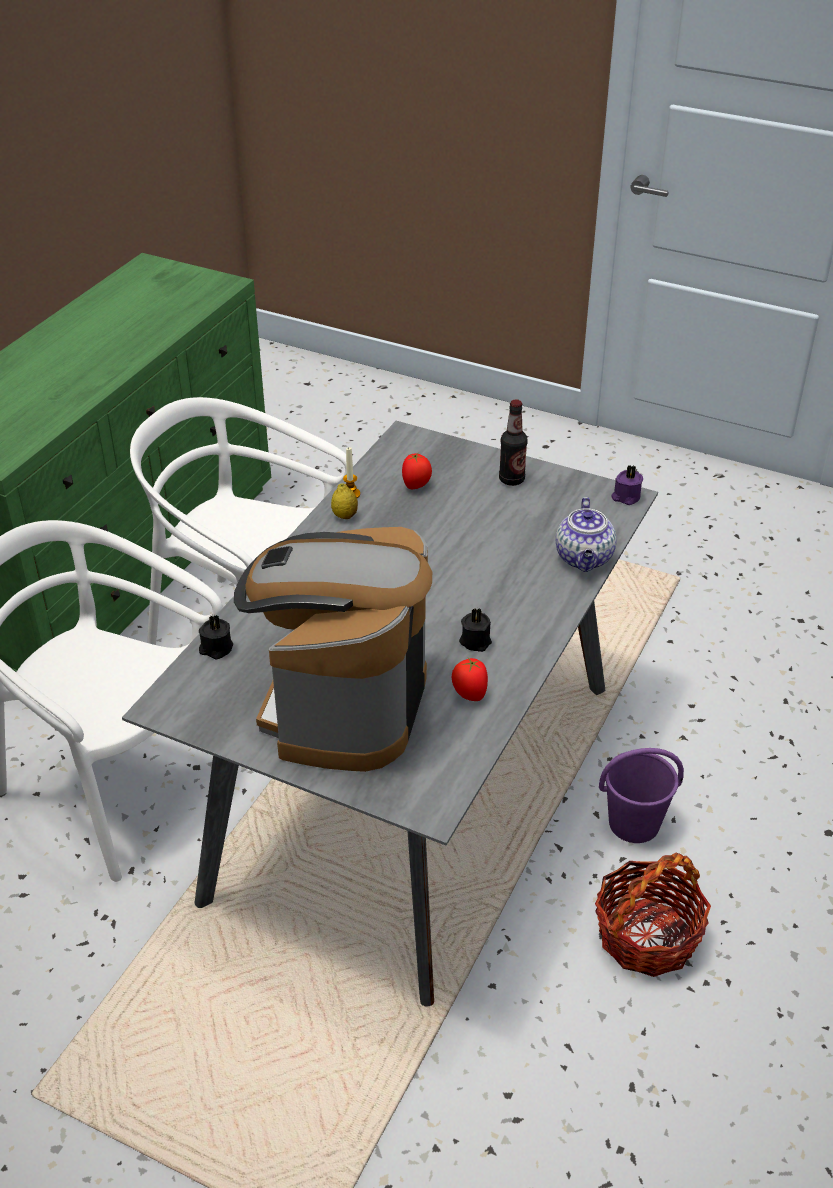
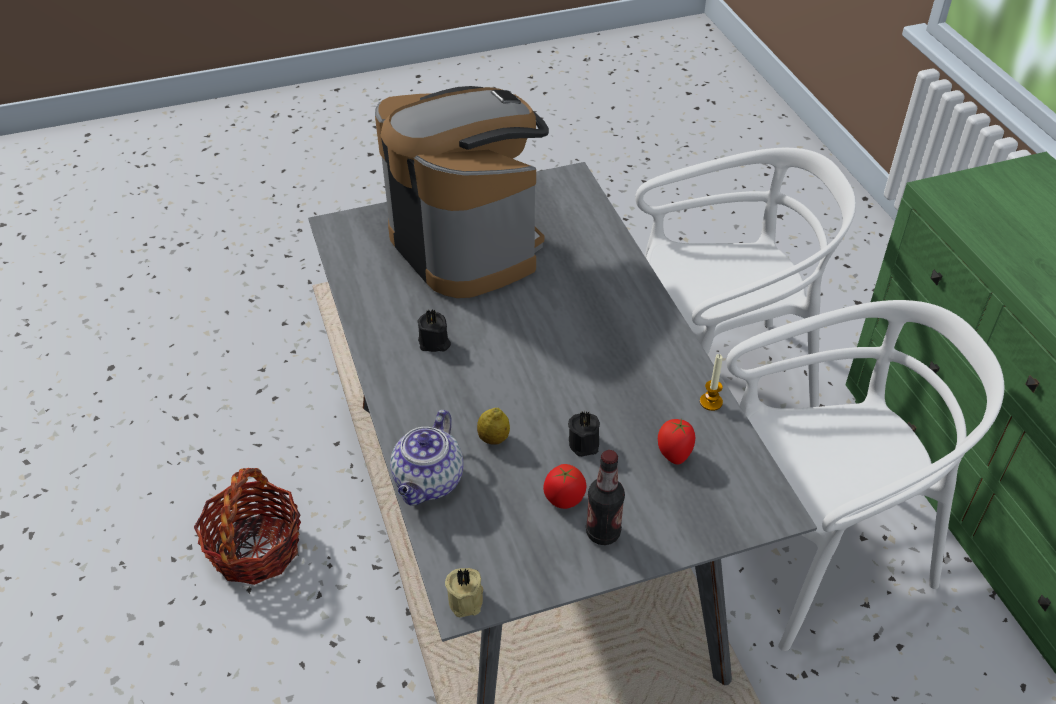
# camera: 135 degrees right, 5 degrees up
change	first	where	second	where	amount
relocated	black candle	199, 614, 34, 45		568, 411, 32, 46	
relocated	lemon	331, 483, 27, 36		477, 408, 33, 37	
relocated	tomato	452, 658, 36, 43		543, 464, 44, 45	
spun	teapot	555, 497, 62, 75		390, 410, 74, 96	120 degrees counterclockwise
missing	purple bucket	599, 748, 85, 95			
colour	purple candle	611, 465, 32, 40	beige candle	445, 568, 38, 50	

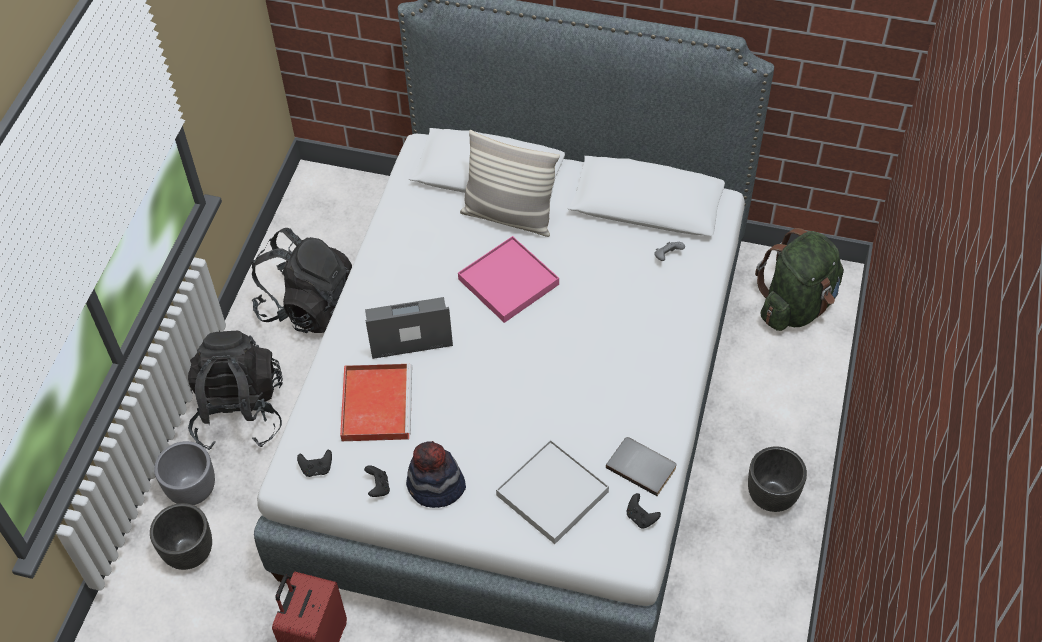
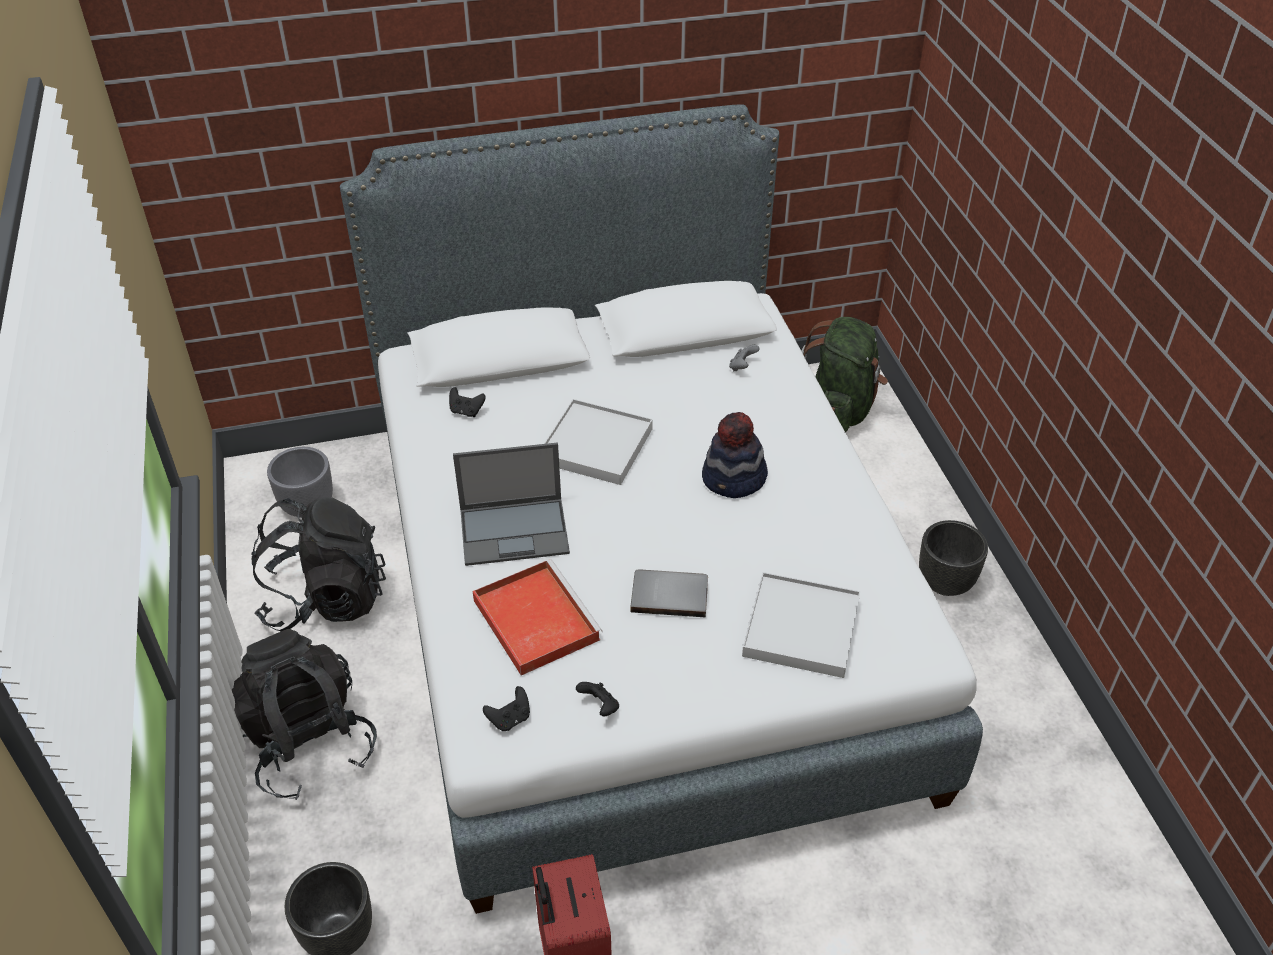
# camera: 30 degrees left, 10 degrees down
change	first	where	second	where	amount
relocated	grey planter	154, 441, 61, 64		267, 447, 66, 71	
spun	laptop	365, 297, 88, 62		453, 442, 117, 124	150 degrees counterclockwise
relocated	hat	406, 441, 60, 67		702, 412, 66, 86	
colour	pink tray	458, 236, 101, 87	white tray	544, 399, 109, 86	
missing	pillow	460, 130, 100, 107			
relocated	grey book	606, 437, 71, 59		630, 569, 78, 48	
relocated	black game controller	627, 493, 34, 36		449, 387, 37, 30	

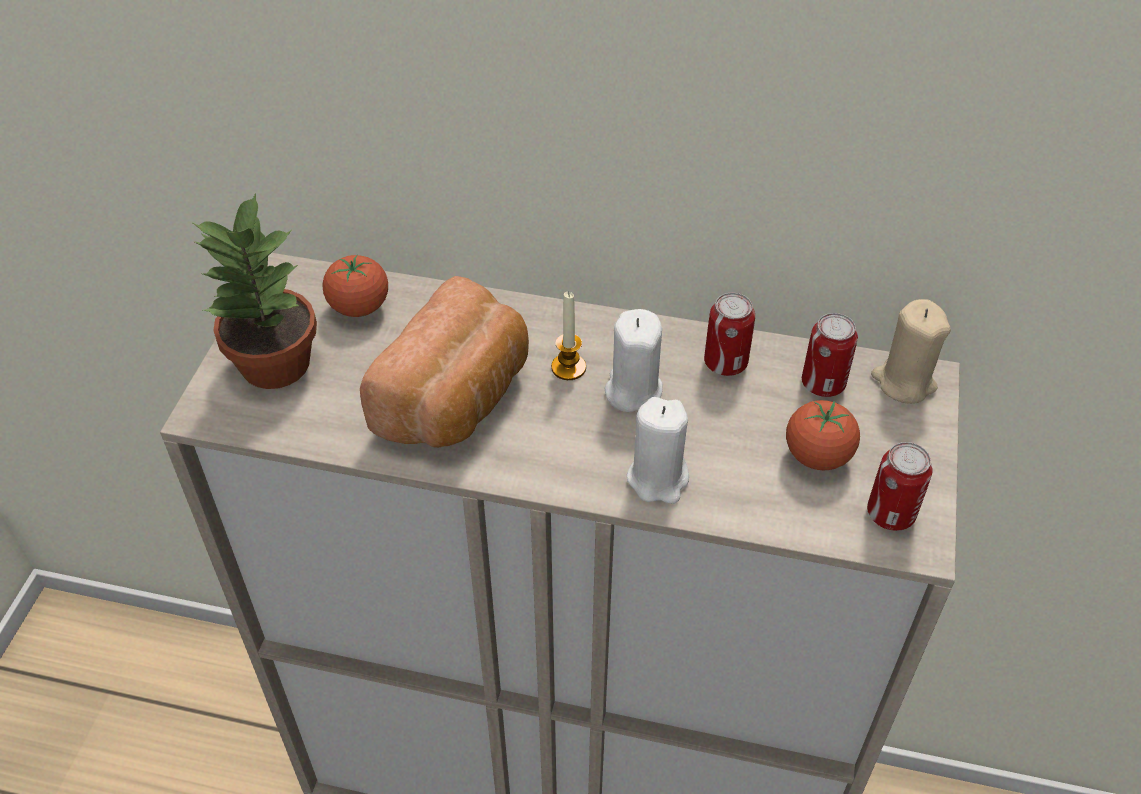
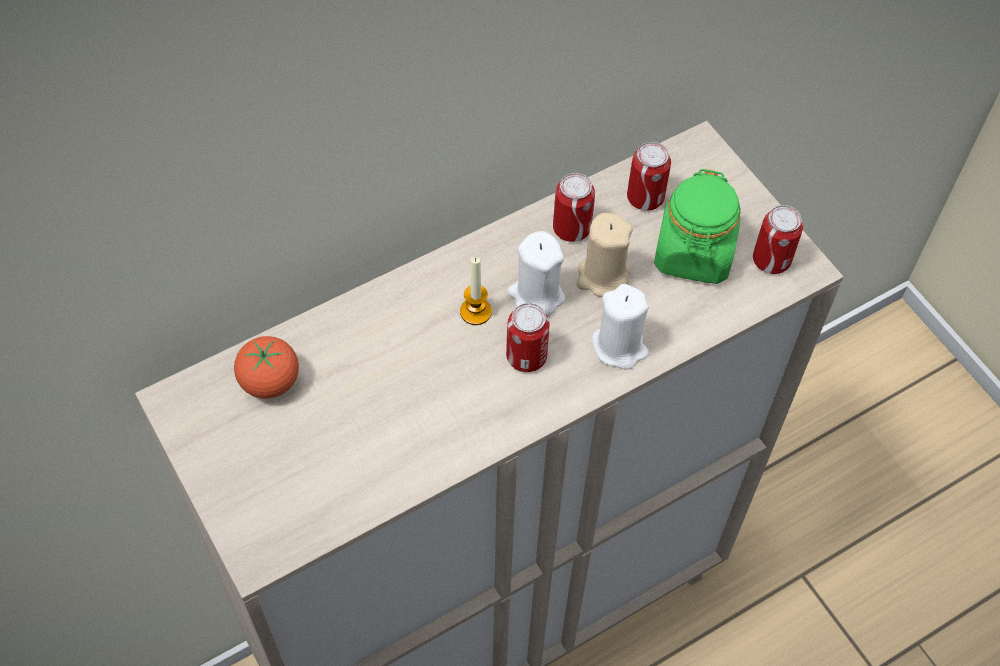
# camera: 45 degrees left, 10 degrees up
change	first	where	second	where	amount
missing	potted plant	193, 193, 124, 196			
missing	bread	360, 276, 169, 172			
exchanged	tomato	786, 400, 74, 70	green jar	654, 169, 87, 115	
relocated	beige candle	871, 299, 80, 105		576, 213, 57, 84	
appeared			can	506, 303, 43, 69	

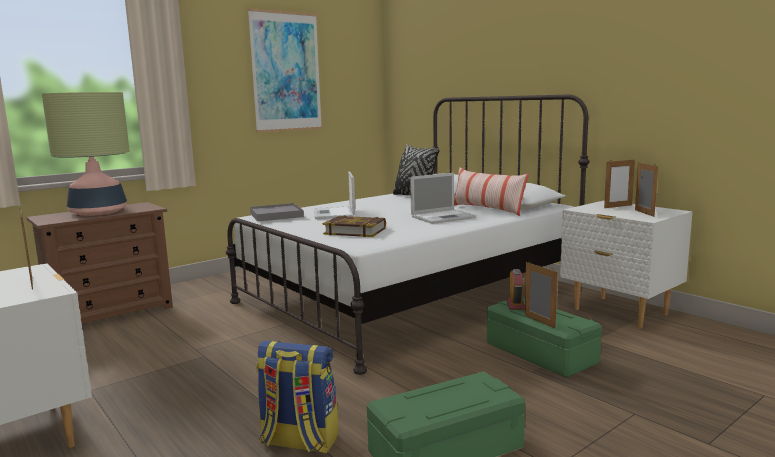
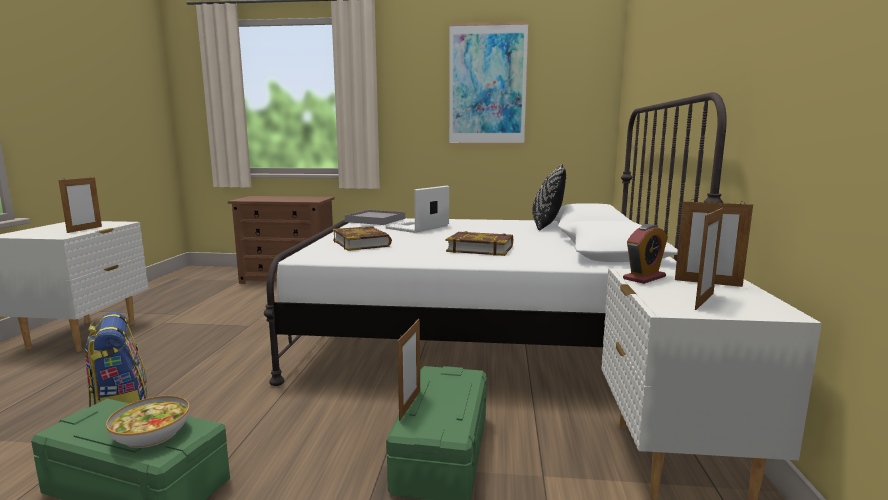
# camera: 45 degrees right, 0 degrees up
change	first	where	second	where	amount
missing	table lamp	42, 92, 88, 124			
exchanged	laptop	410, 173, 66, 51	book	446, 231, 67, 25	
missing	pillow	454, 168, 75, 48			
relocated	alarm clock	506, 269, 19, 41		623, 224, 45, 60	
appeared			bowl	106, 396, 84, 52	

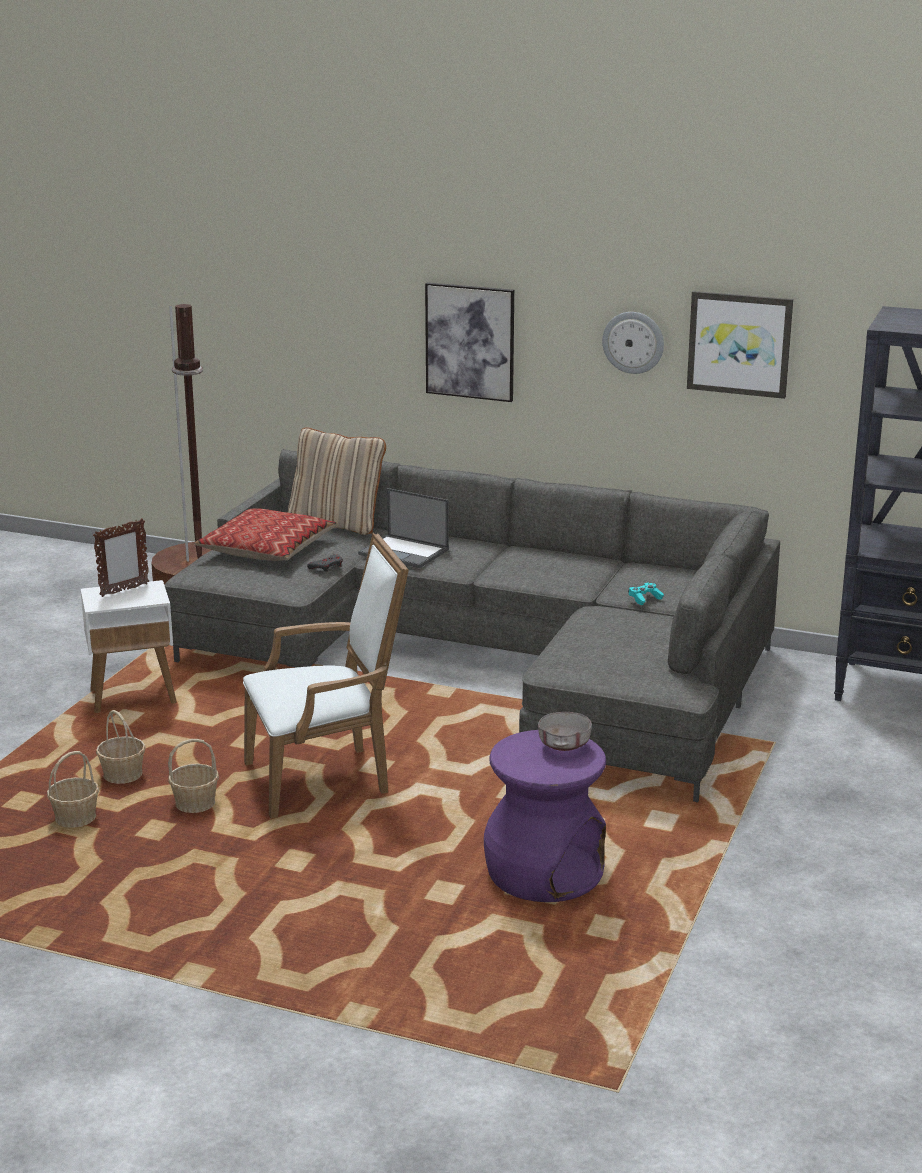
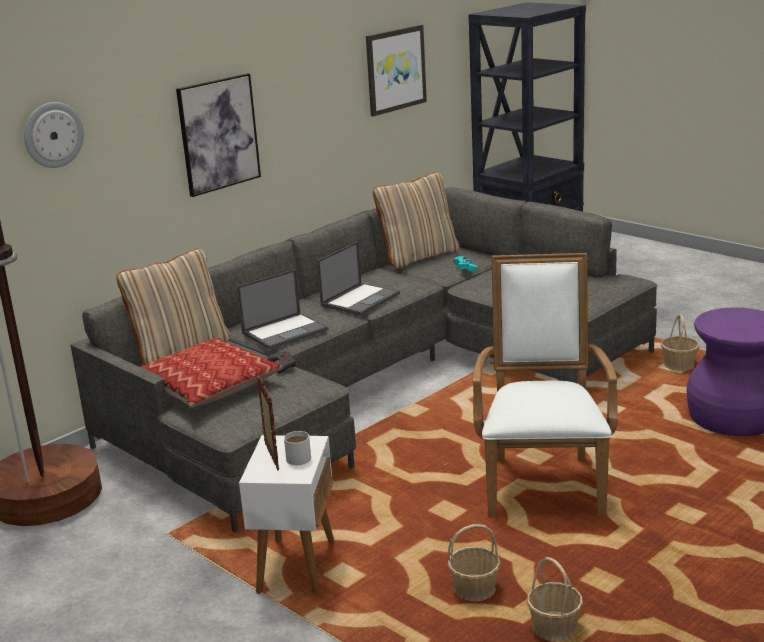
# camera: 65 degrees left, 0 degrees up
change	first	where	second	where	amount
relocated	basket	168, 739, 51, 74		661, 314, 38, 57	
missing	grey bowl	538, 712, 54, 39			
relocated	wall clock	602, 312, 62, 62		24, 102, 60, 66	
appeared			white mug	284, 431, 27, 34	
appeared			laptop	317, 241, 83, 74	
appeared			beige pillow	373, 172, 86, 97	

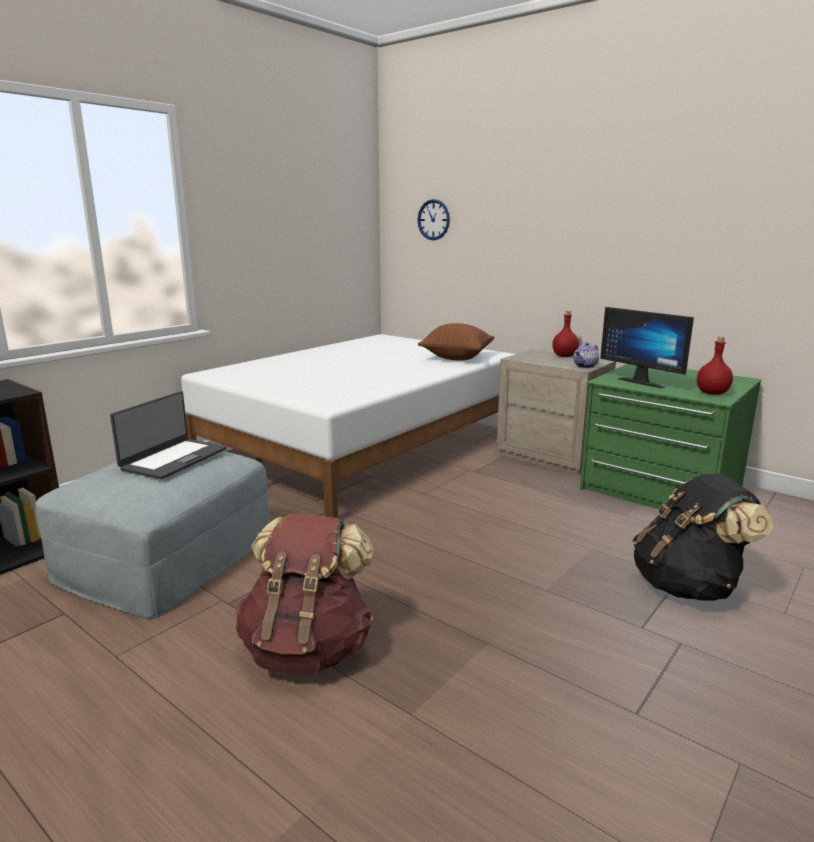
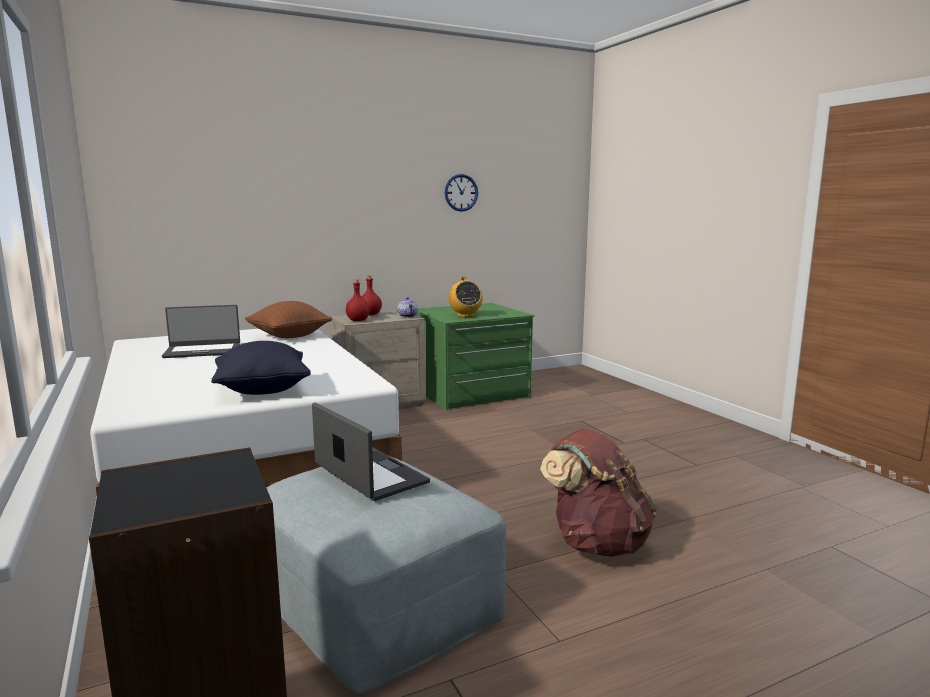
# camera: 65 degrees left, 5 degrees down
change	first	where	second	where	amount
relocated	wall clock	418, 199, 32, 41		445, 174, 33, 38	
exchanged	monitor	600, 307, 94, 81	radio	449, 276, 34, 41	
missing	black backpack	633, 473, 140, 128			
relocated	red bottle	697, 337, 36, 58		346, 279, 24, 42	
appeared			laptop	162, 305, 78, 53	
appeared			black pillow	211, 341, 100, 54	

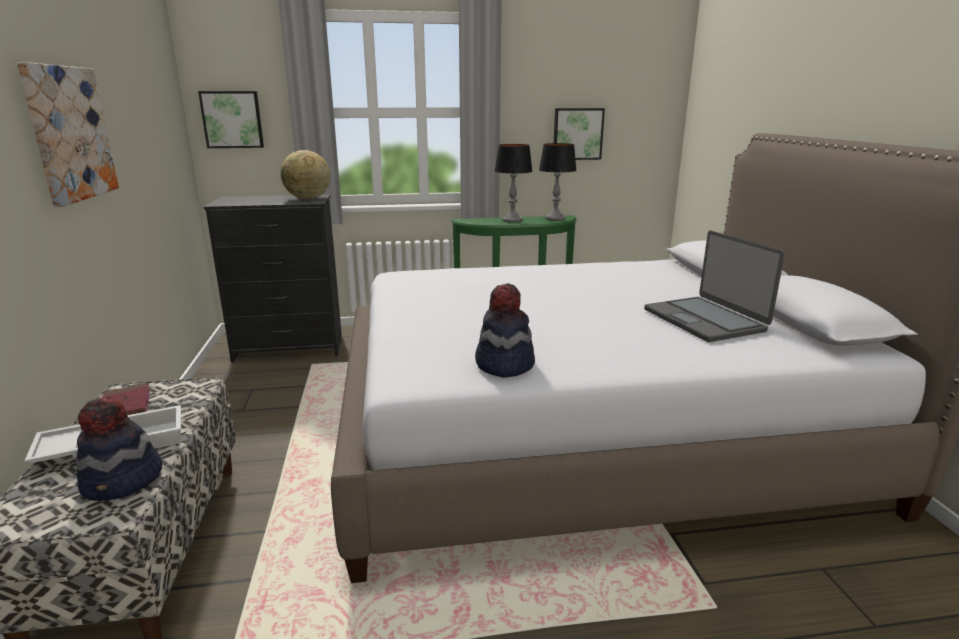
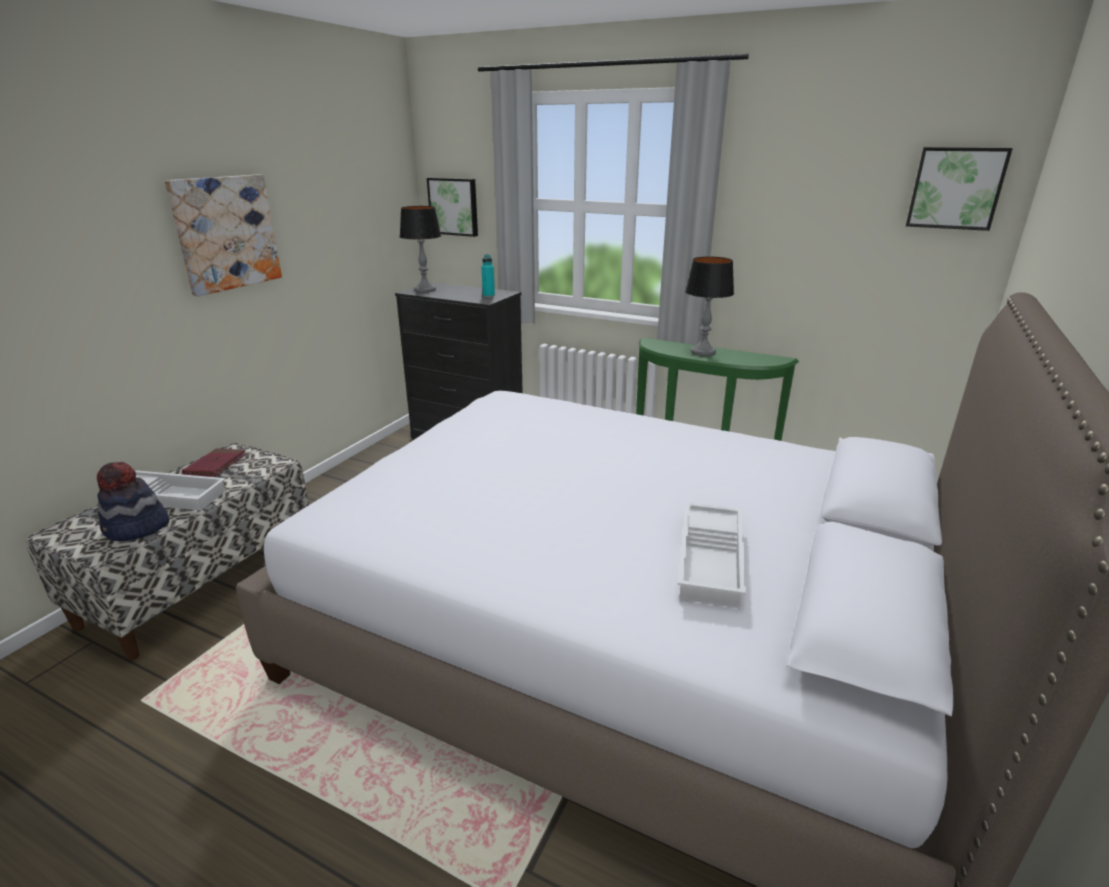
# camera: 35 degrees right, 5 degrees up
change	first	where	second	where	amount
exchanged	globe	281, 150, 50, 49	turquoise bottle	481, 254, 14, 43	
missing	hat	475, 283, 60, 95			
relocated	table lamp	539, 143, 38, 78		400, 206, 41, 86	
relocated	picture	554, 108, 51, 52		906, 147, 107, 84	
exchanged	laptop	644, 231, 141, 111	white tray	677, 503, 69, 105	

